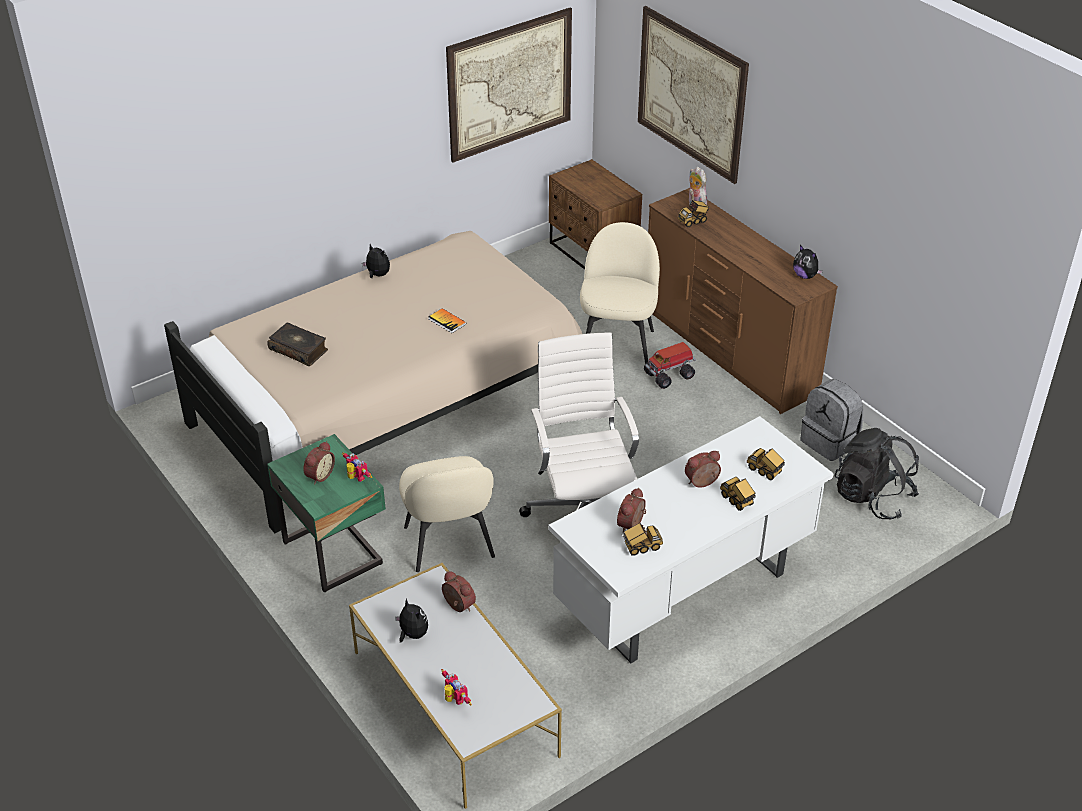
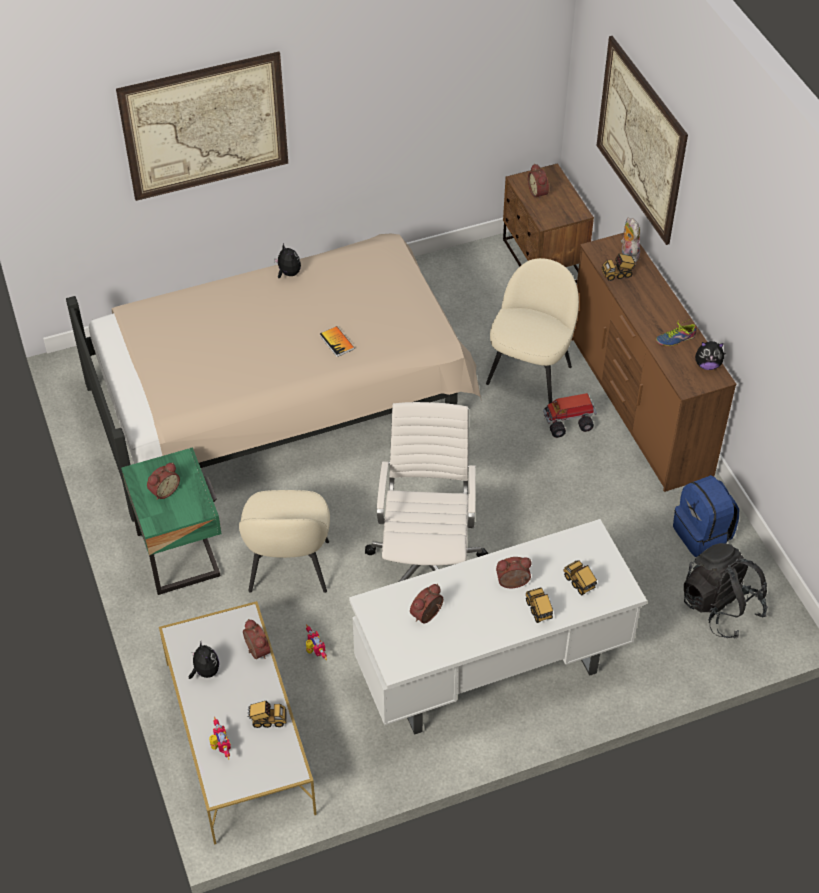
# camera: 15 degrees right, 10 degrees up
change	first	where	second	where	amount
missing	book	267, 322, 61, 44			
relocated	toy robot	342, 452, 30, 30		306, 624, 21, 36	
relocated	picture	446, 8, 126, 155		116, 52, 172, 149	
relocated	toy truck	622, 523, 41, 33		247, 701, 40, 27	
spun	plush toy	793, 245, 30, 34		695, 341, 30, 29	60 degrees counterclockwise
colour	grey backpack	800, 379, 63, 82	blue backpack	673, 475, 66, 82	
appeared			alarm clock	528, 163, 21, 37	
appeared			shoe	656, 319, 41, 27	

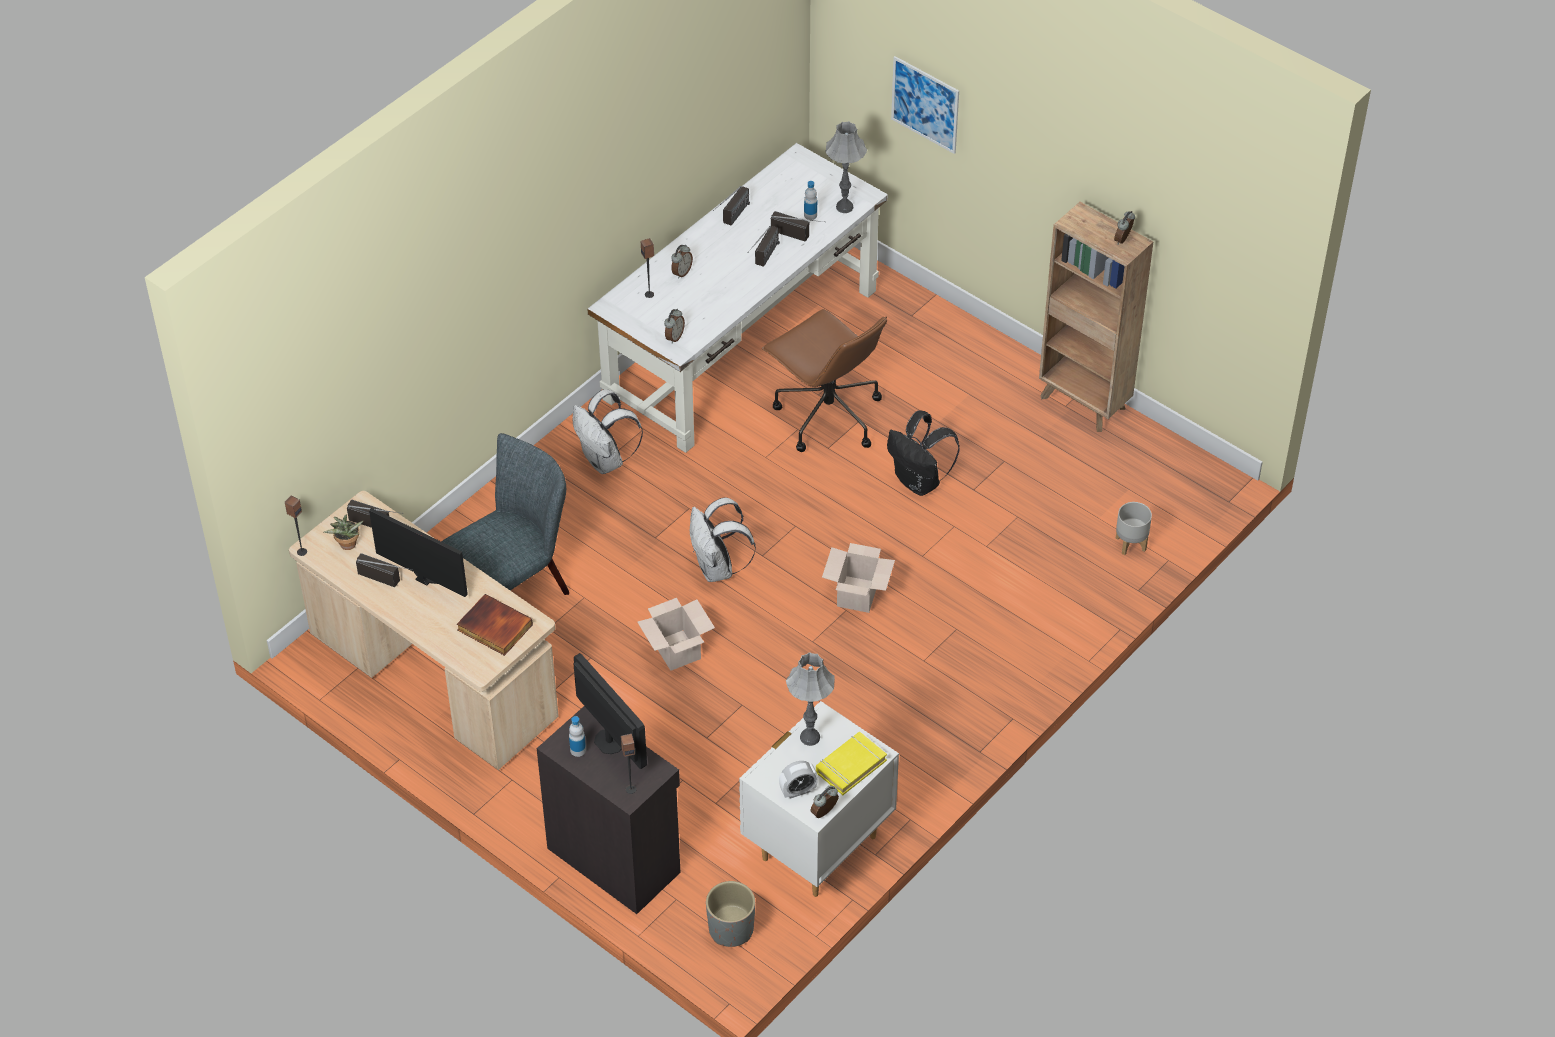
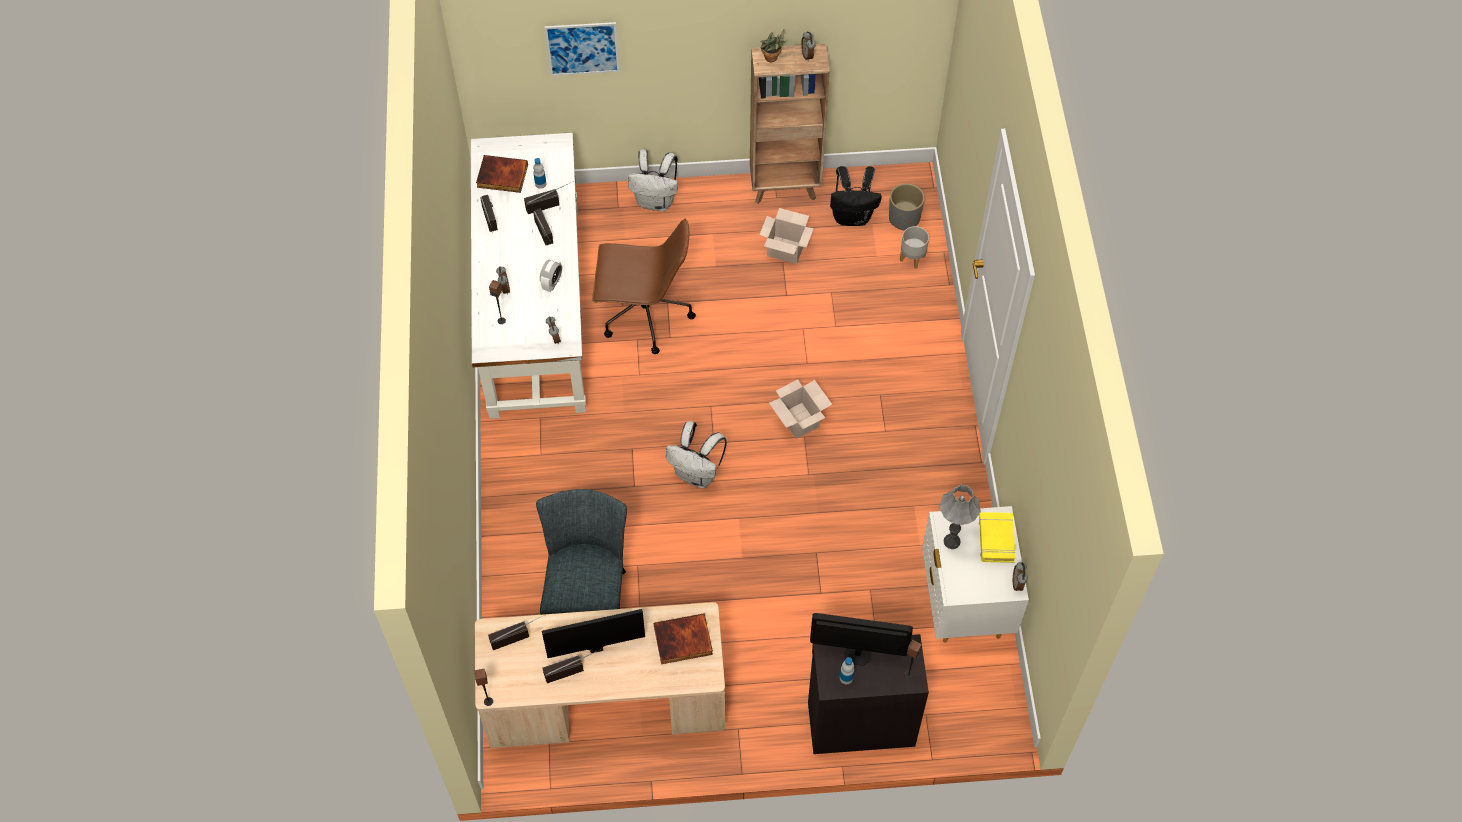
# camera: 45 degrees left, 10 degrees up
change	first	where	second	where	amount
relocated	potted plant	324, 515, 39, 35		760, 30, 27, 32	
relocated	white backpack	573, 389, 70, 85		628, 149, 50, 62	
relocated	cardboard box	637, 598, 78, 73		759, 208, 55, 56	
relocated	grey planter	706, 881, 49, 66		889, 183, 36, 48	
relocated	alarm clock	779, 761, 39, 38		540, 259, 22, 33	
missing	grey table lamp	825, 121, 42, 92			
relocated	black backpack	887, 410, 73, 86		830, 166, 52, 60	
appeared			book	476, 155, 52, 38	

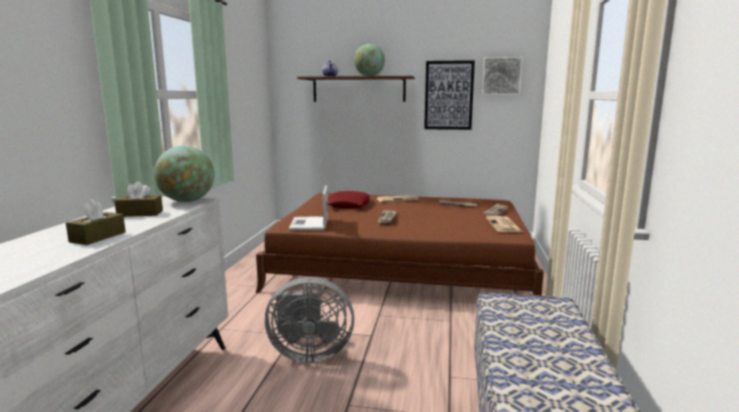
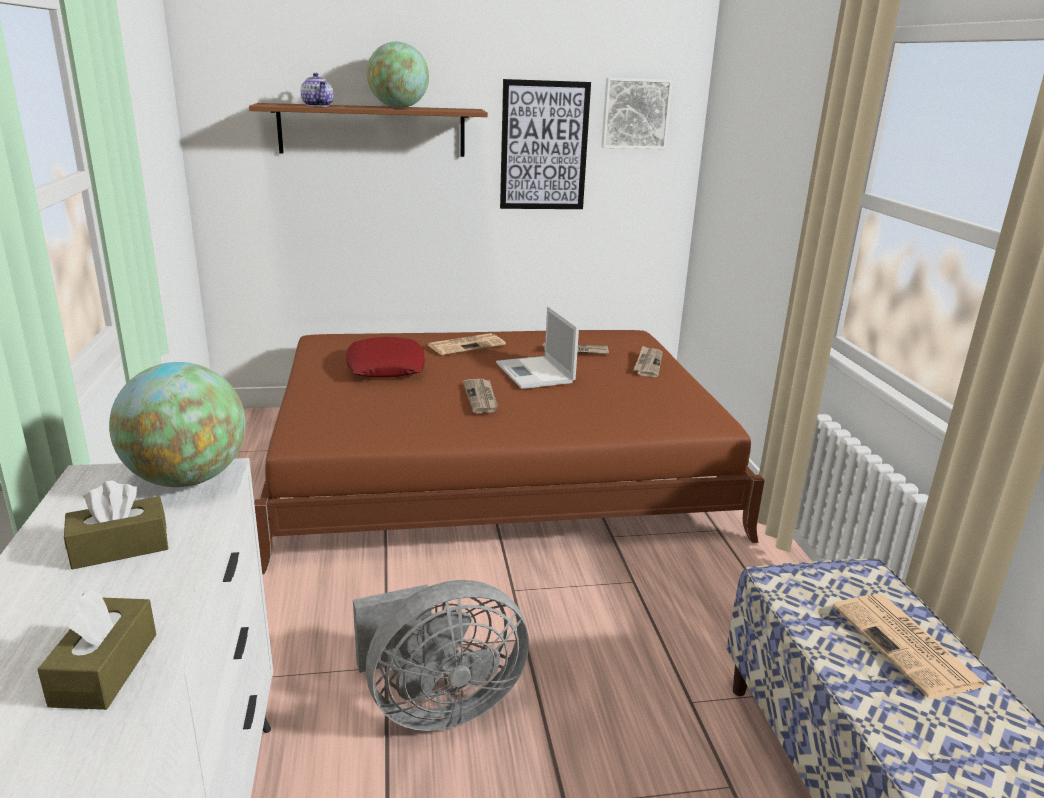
# camera: 20 degrees left, 10 degrees up
change	first	where	second	where	amount
relocated	laptop	289, 185, 39, 45		496, 306, 83, 83	
relocated	newspaper	486, 216, 36, 16		833, 594, 155, 105	

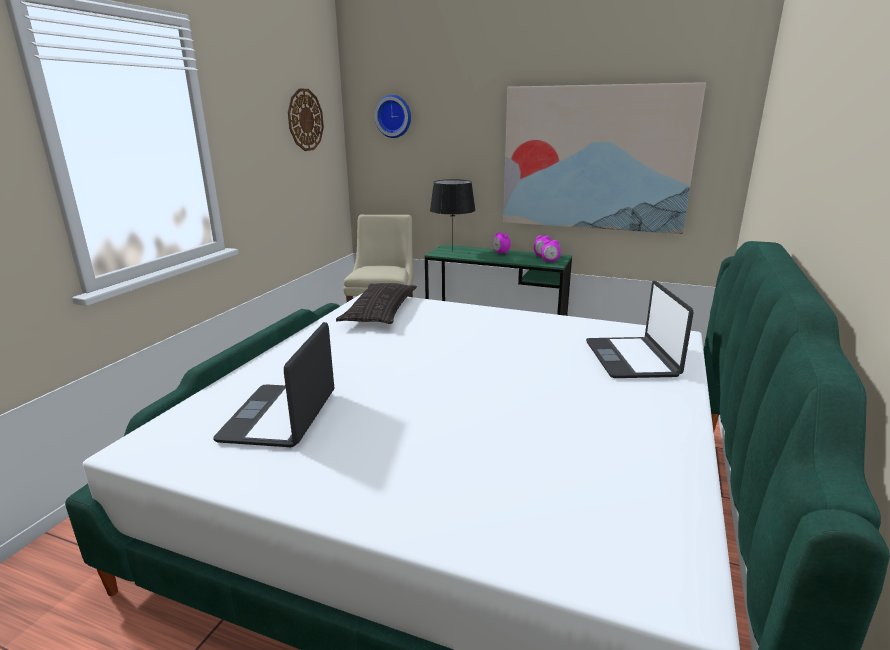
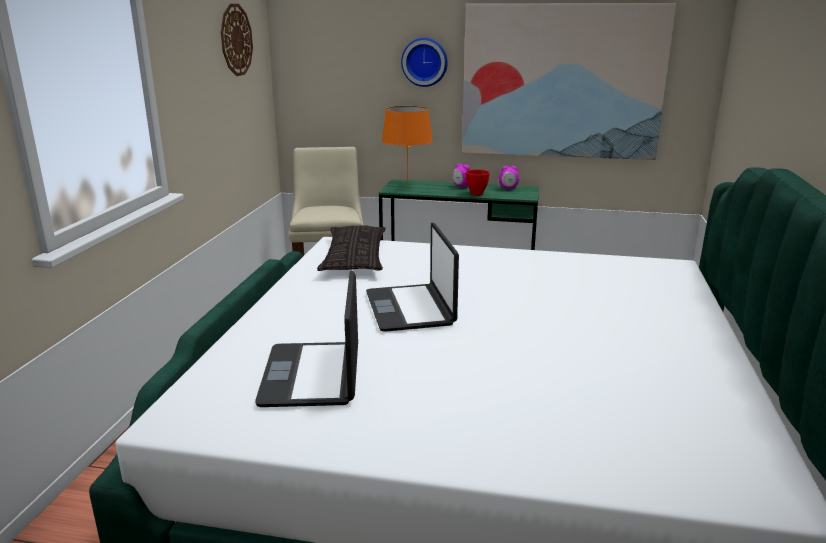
# camera: 10 degrees left, 0 degrees up
change	first	where	second	where	amount
relocated	wall clock	374, 95, 37, 43		401, 38, 47, 49	
colour	black table lamp	430, 179, 45, 72	orange table lamp	382, 106, 51, 80	
missing	alarm clock	541, 240, 20, 22			
relocated	laptop	586, 281, 108, 97		366, 223, 93, 109	
appeared			red bowl	466, 169, 24, 27	

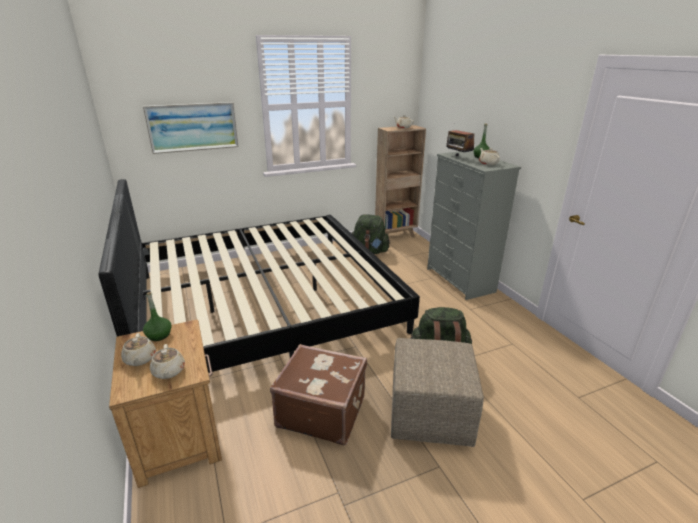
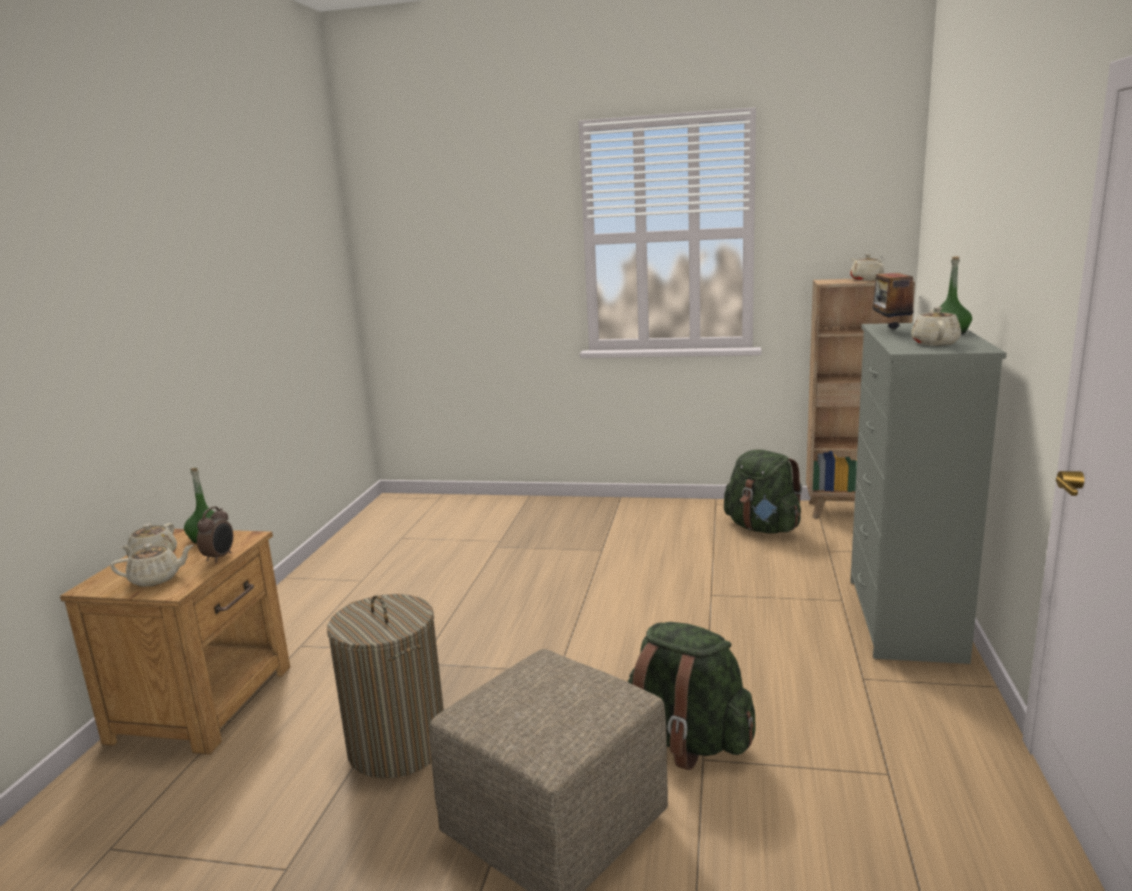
# camera: 35 degrees right, 10 degrees down
change	first	where	second	where	amount
missing	bed	99, 179, 321, 194			
missing	picture	143, 102, 95, 52			
spun	beige teapot	150, 344, 35, 35		110, 543, 84, 44	120 degrees counterclockwise
exchanged	brown suitcase	270, 344, 97, 101	laundry basket	327, 594, 117, 185	
appeared			alarm clock	197, 506, 36, 57	

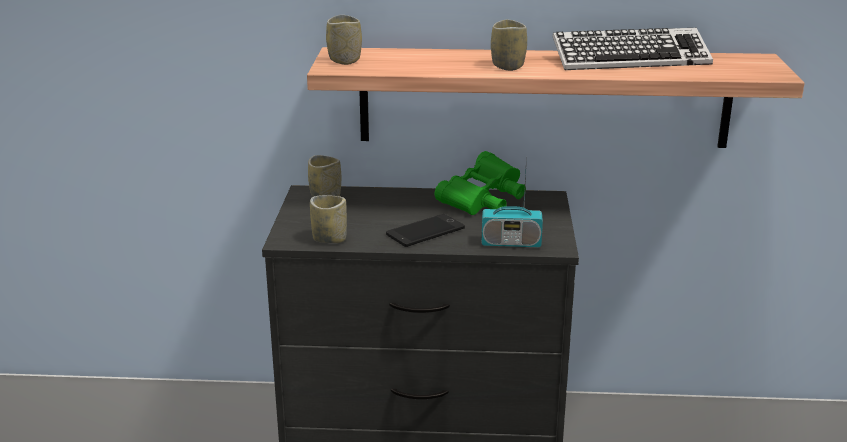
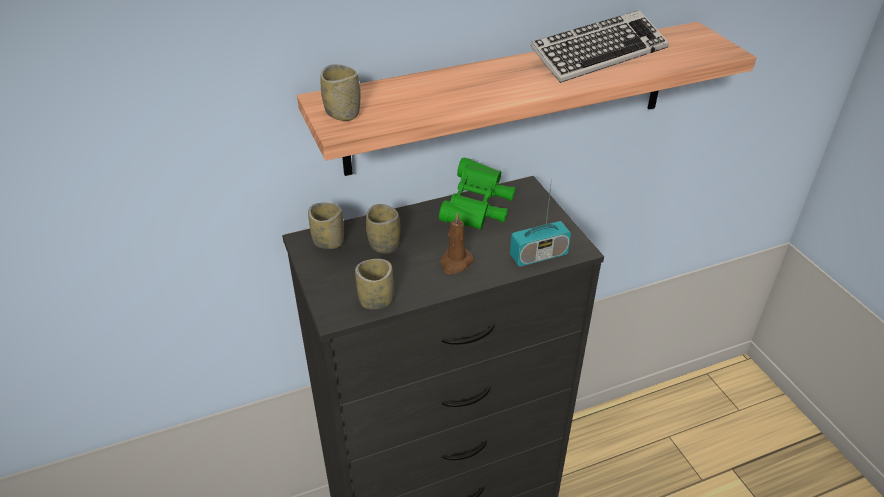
# camera: 25 degrees left, 15 degrees up
change	first	where	second	where	amount
exchanged	phone	386, 214, 79, 33	brown candle	440, 212, 34, 63	
relocated	cup	491, 20, 36, 51		366, 204, 35, 50	

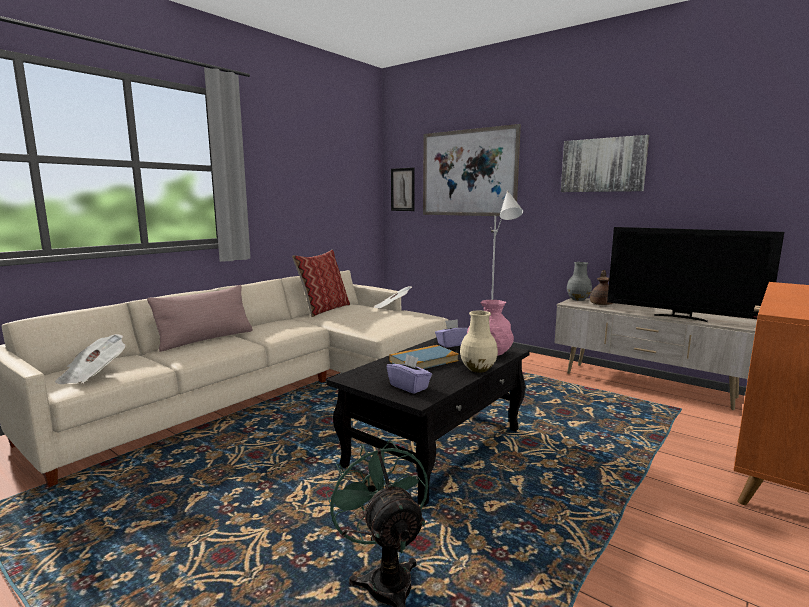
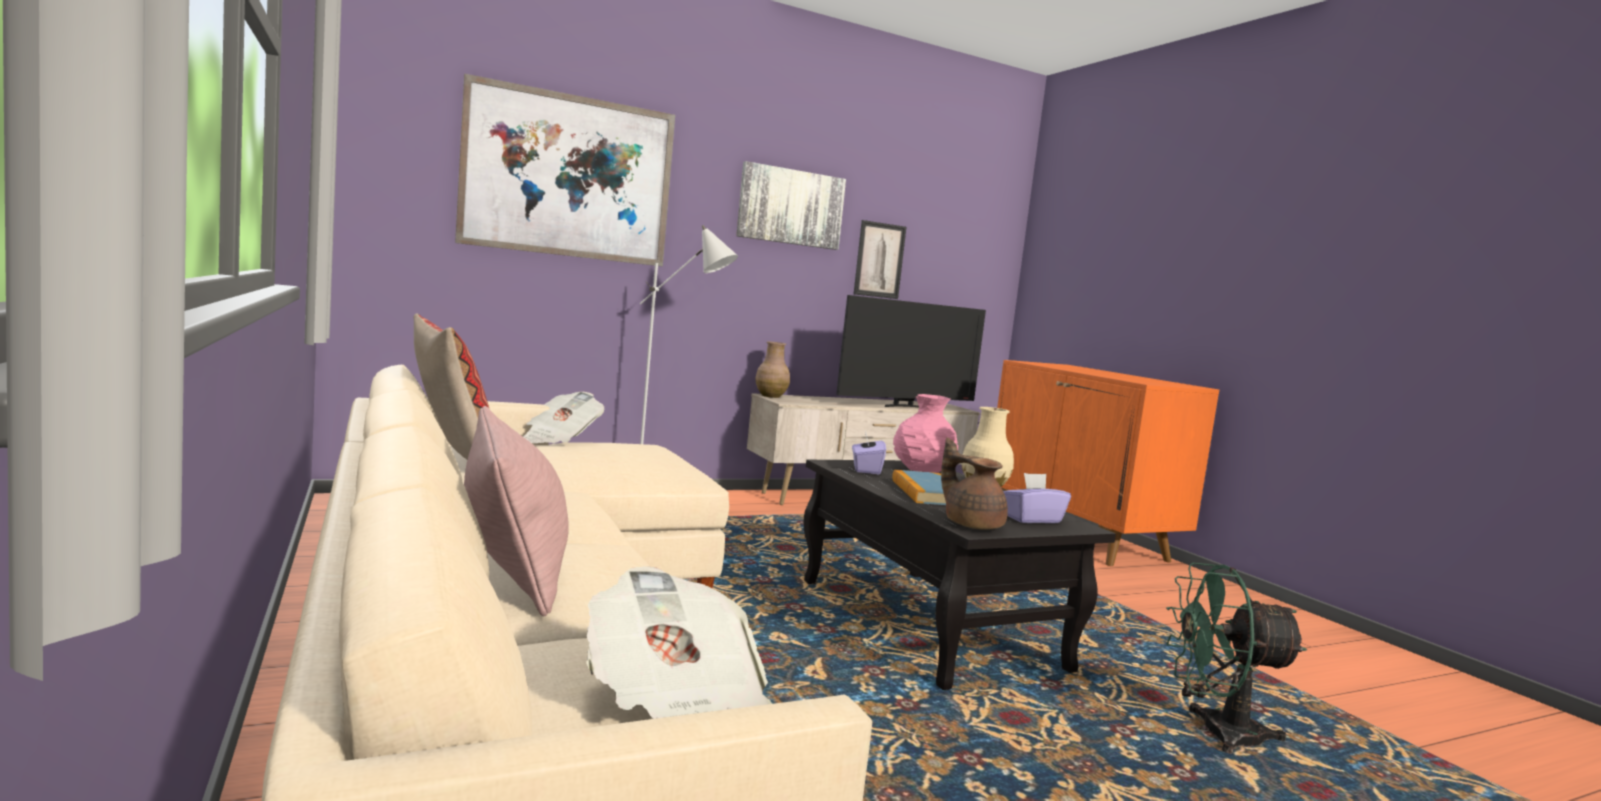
# camera: 65 degrees left, 5 degrees down
change	first	where	second	where	amount
relocated	picture	391, 168, 24, 43		854, 220, 52, 79	
colour	grey vase	567, 262, 25, 39	brown vase	755, 342, 35, 56	
relocated	brown teapot	590, 270, 23, 35		941, 437, 67, 93	

